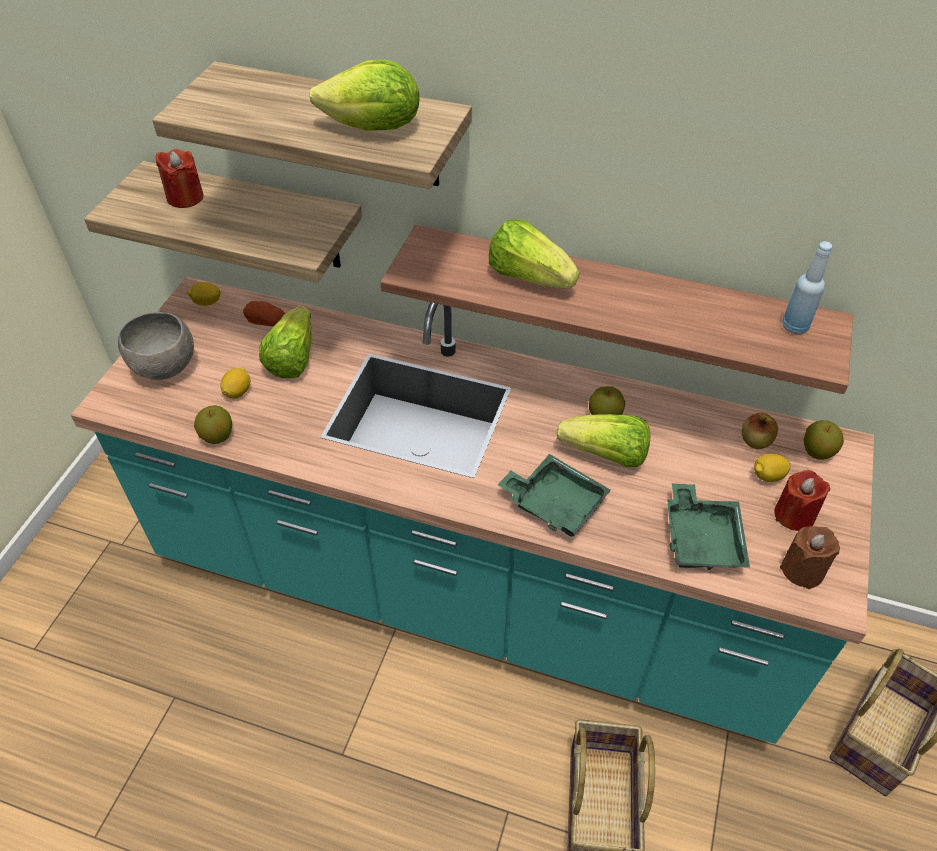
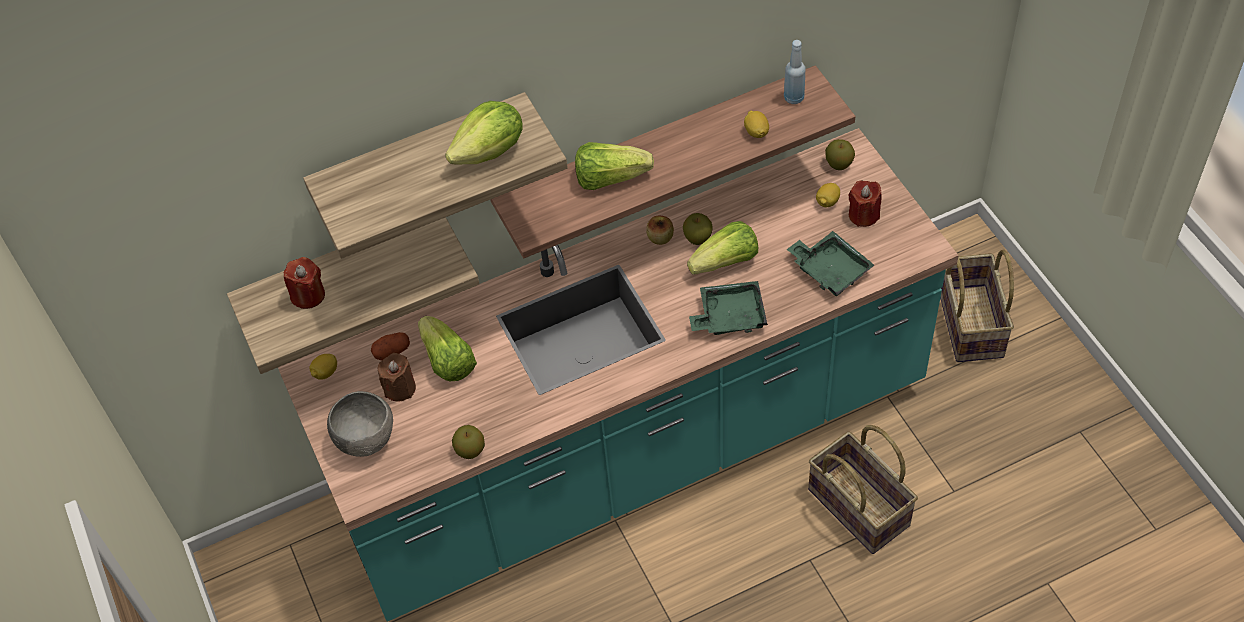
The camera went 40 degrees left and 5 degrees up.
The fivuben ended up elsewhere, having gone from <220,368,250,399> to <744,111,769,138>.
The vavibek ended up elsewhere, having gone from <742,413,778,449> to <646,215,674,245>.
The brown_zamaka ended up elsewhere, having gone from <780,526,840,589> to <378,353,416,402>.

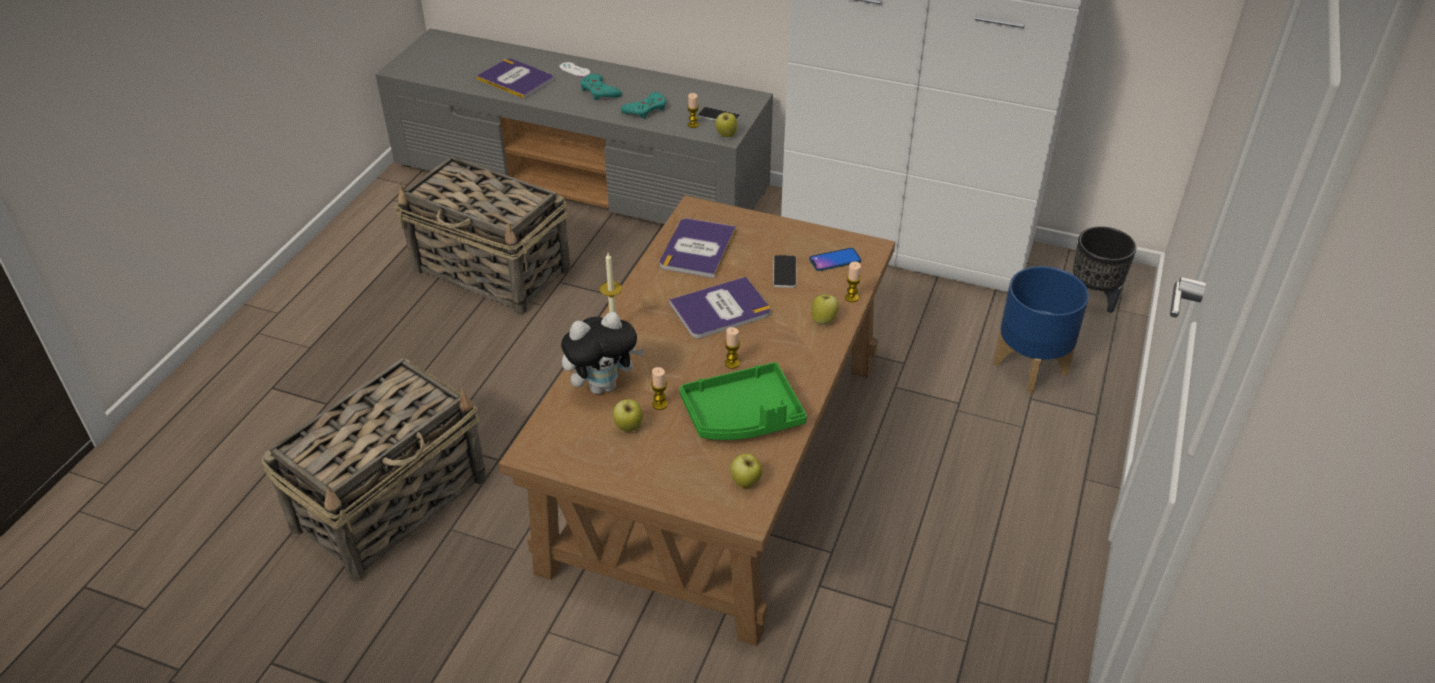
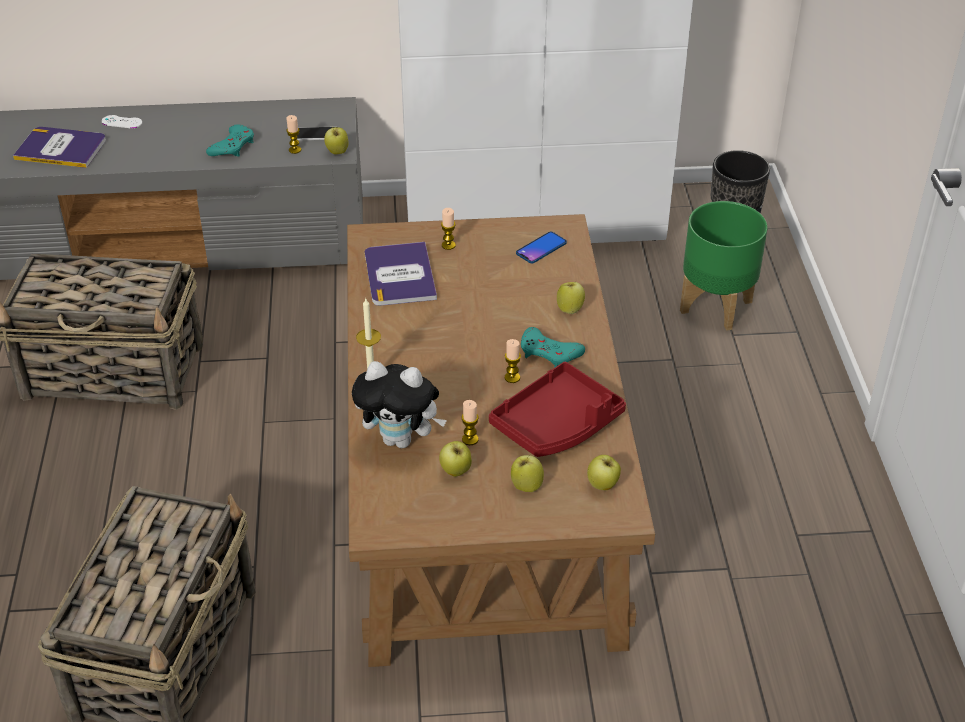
The camera went 25 degrees left and 0 degrees up.
The second view lost the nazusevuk at <669,277,771,338>.
The second view lost the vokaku at <773,255,797,288>.
The second view gained the vavibek at <511,454,544,492>.
The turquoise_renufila ended up elsewhere, having gone from <580,74,622,100> to <521,327,585,368>.
The zamaka ended up elsewhere, having gone from <845,262,861,302> to <441,208,456,250>.
What was the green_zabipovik at <680,362,807,440> turned into the red_zabipovik at <489,362,626,457>.
What was the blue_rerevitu at <993,266,1089,394> turned into the green_rerevitu at <680,201,767,331>.
The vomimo at <561,312,645,394> ended up facing another way, 60 degrees clockwise from before.

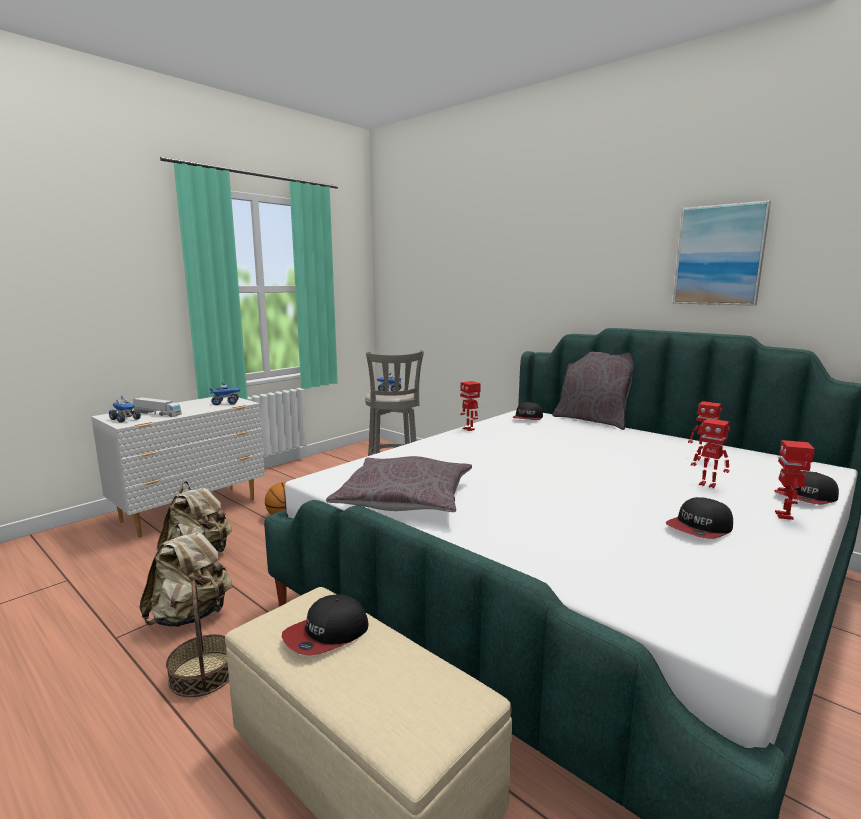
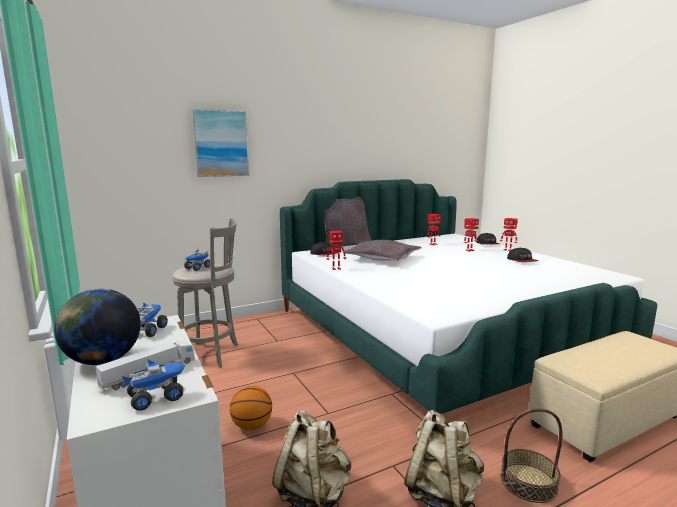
The camera went 70 degrees left and 0 degrees up.
The second view lost the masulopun at <282,595,368,656>.
The second view gained the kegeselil at <54,289,141,365>.
The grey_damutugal ended up elsewhere, having gone from <326,456,472,512> to <343,240,421,261>.
The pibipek ended up elsewhere, having gone from <673,200,771,306> to <192,108,249,177>.

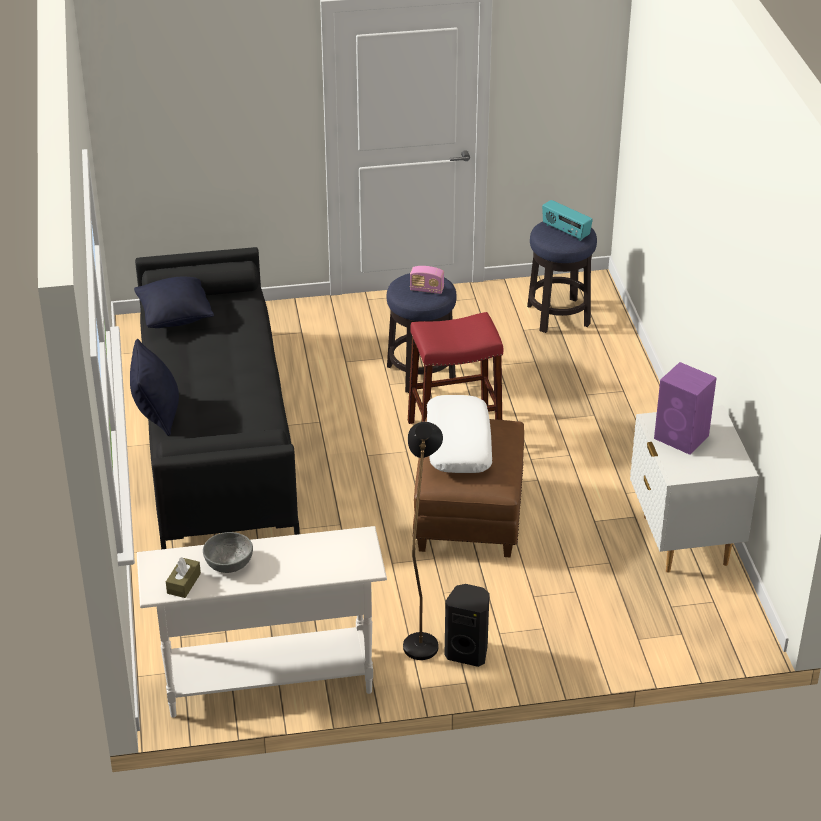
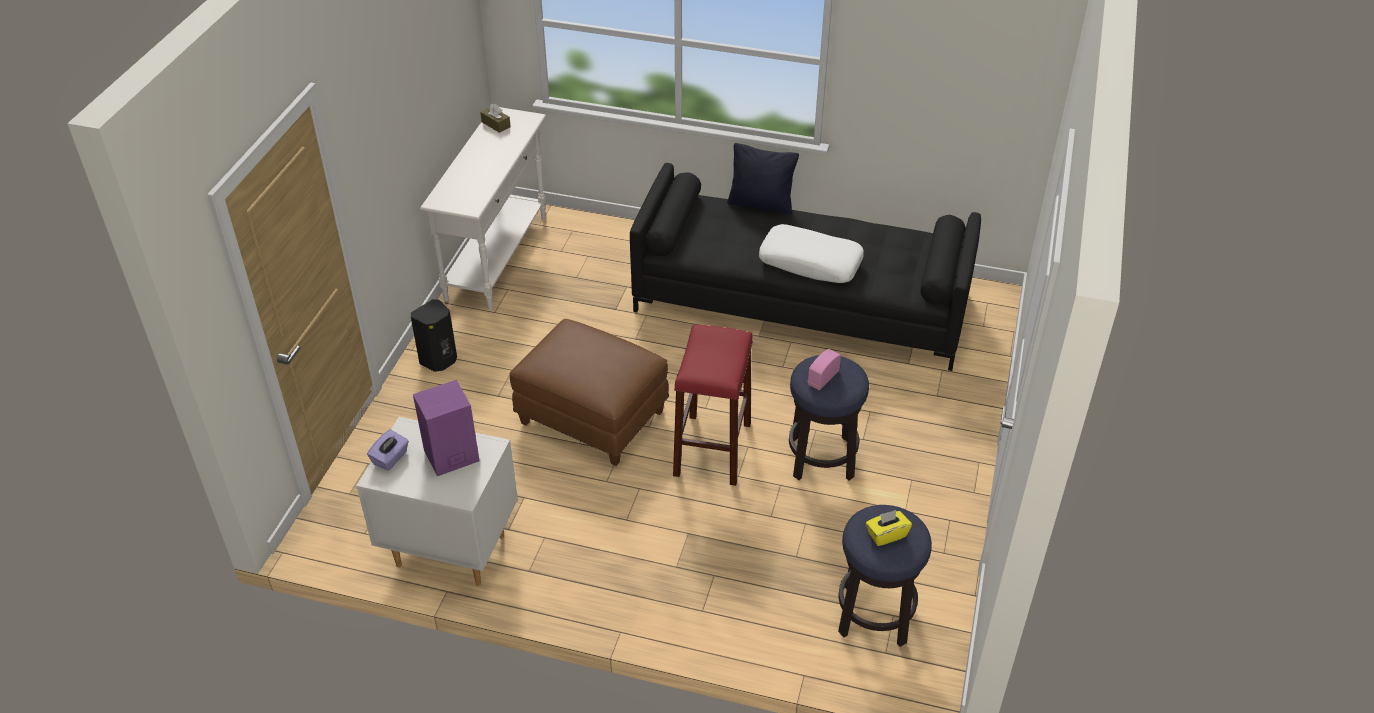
The camera went 115 degrees right and 5 degrees up.
The second view lost the black_damutugal at <134,277,214,328>.
The second view lost the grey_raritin at <203,532,253,573>.
The second view lost the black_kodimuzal at <403,422,443,660>.
The second view gained the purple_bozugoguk at <367,429,409,471>.
The white_damutugal ended up elsewhere, having gone from <427,395,492,473> to <759,224,864,283>.
Where the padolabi stood at <542,200,593,241>, the yellow_bozugoguk came to stand at <866,510,912,546>.

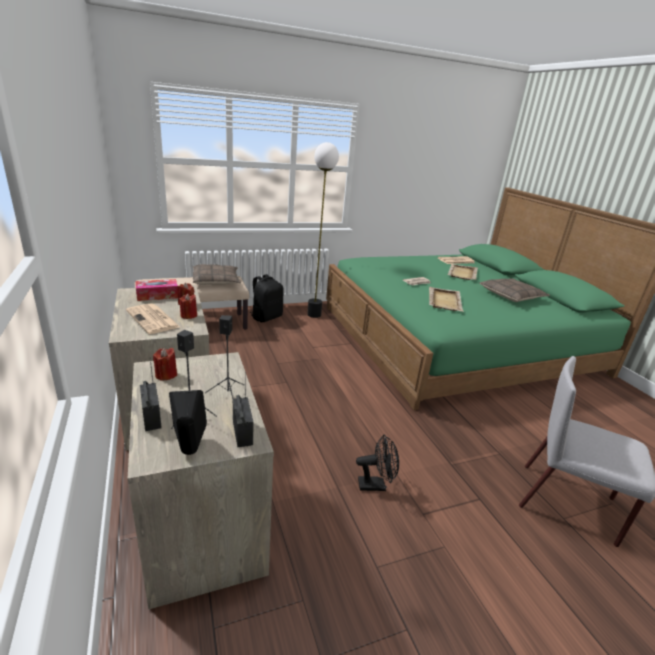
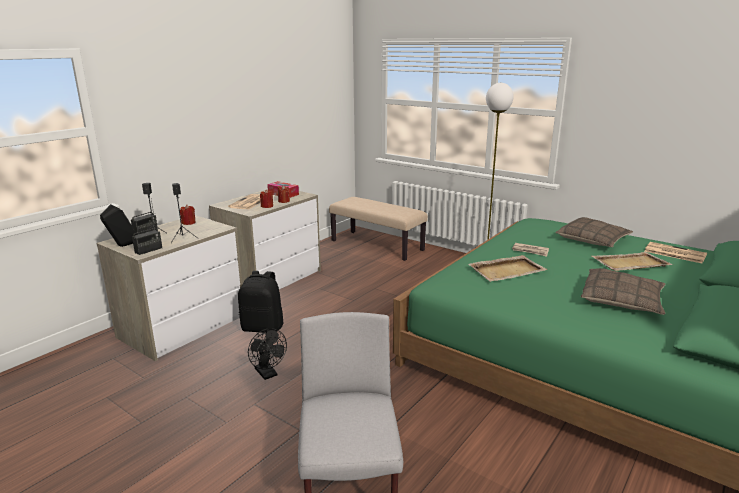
The camera went 60 degrees right and 5 degrees down.
The damutugal ended up elsewhere, having gone from <193,264,241,285> to <555,217,633,247>.
The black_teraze ended up elsewhere, having gone from <250,274,284,322> to <238,271,283,333>.

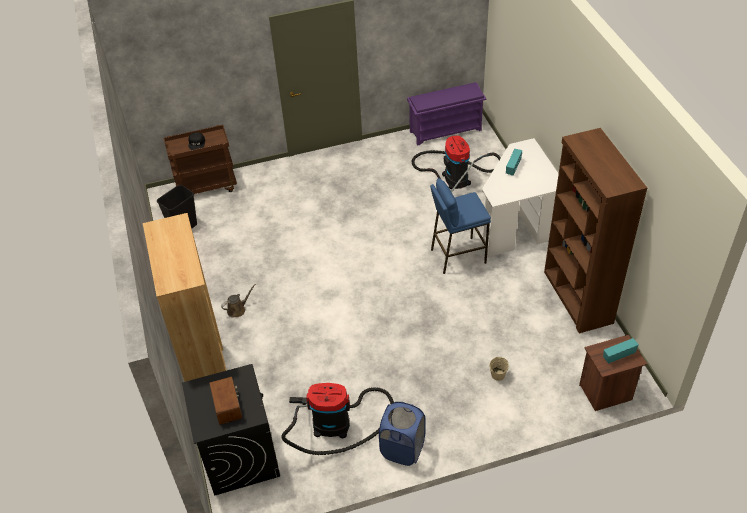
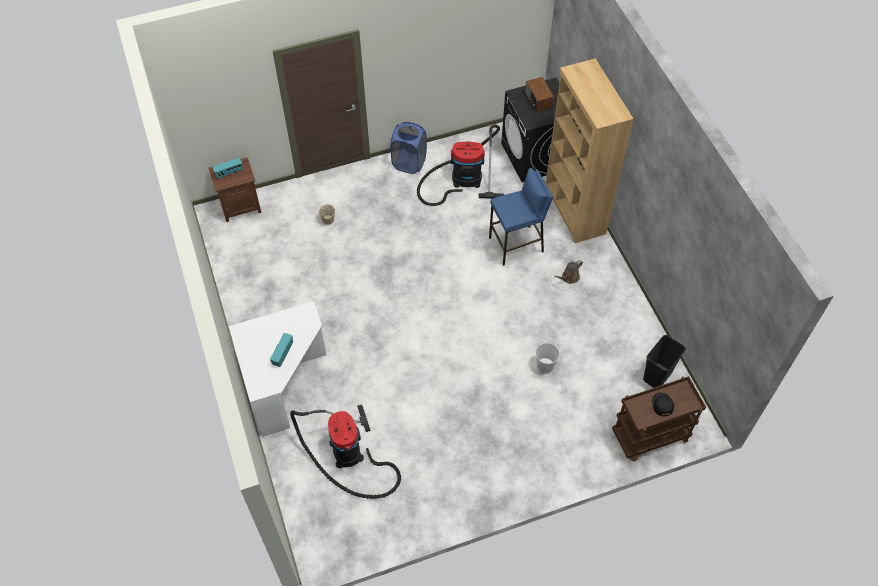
The camera went 175 degrees right and 10 degrees up.
The second view lost the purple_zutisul at <407,82,486,146>.
The second view lost the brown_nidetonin at <544,128,647,333>.
The second view gained the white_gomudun at <535,342,560,373>.
The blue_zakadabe ended up elsewhere, having gone from <430,178,491,274> to <489,168,553,266>.

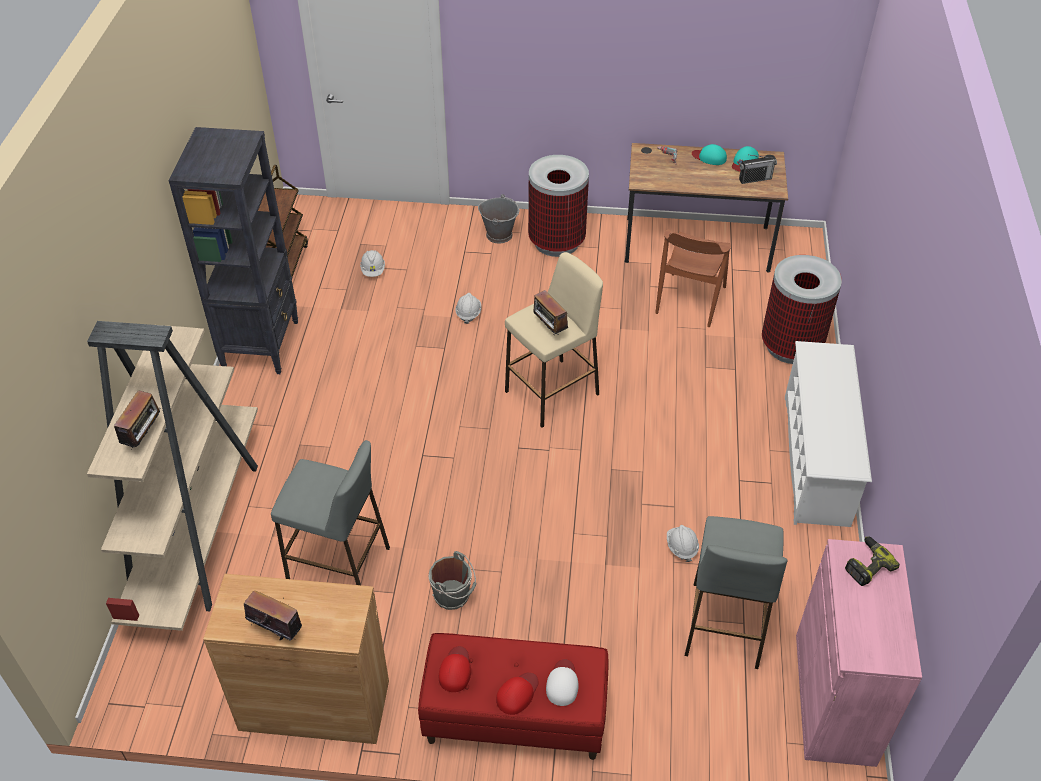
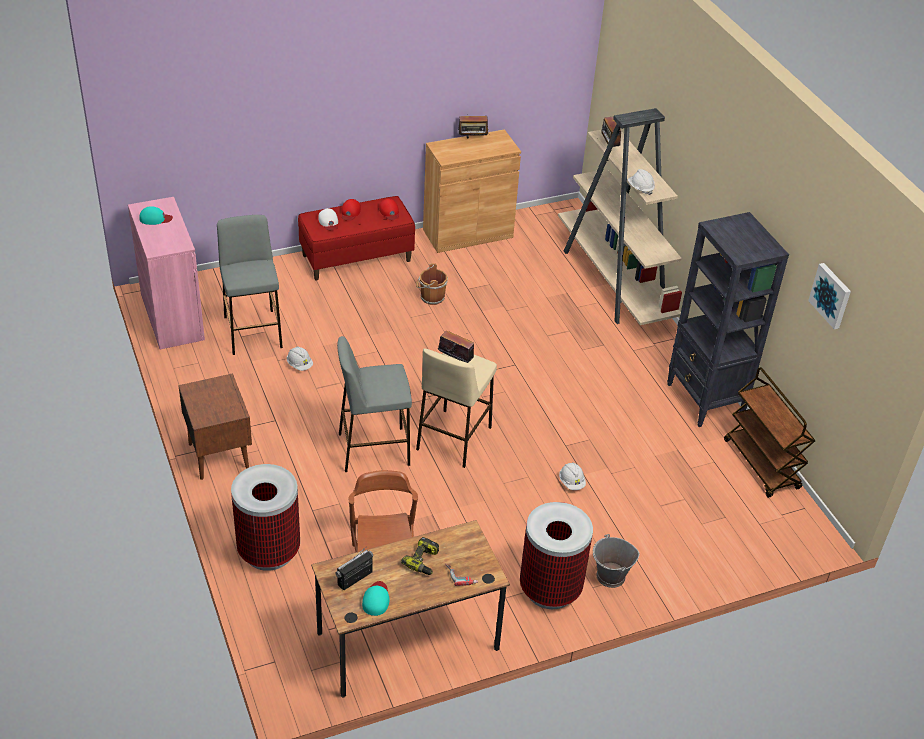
The camera went 150 degrees right and 5 degrees down.
The second view gained the pibipek at <808,263,851,329>.
The grey_zakadabe ended up elsewhere, having gone from <271,440,390,585> to <337,336,412,472>.
The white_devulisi ended up elsewhere, having gone from <360,250,385,277> to <628,169,655,195>.
The turquoise_masulopun ended up elsewhere, having gone from <692,144,727,165> to <139,206,173,225>.
The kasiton ended up elsewhere, having gone from <845,536,900,586> to <401,537,439,575>.
Where the white_zutisul stood at <785,341,872,527>, the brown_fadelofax came to stand at <178,373,252,480>.
What was the grey_gomudun at <429,551,476,610> turned into the brown_gomudun at <416,263,448,305>.

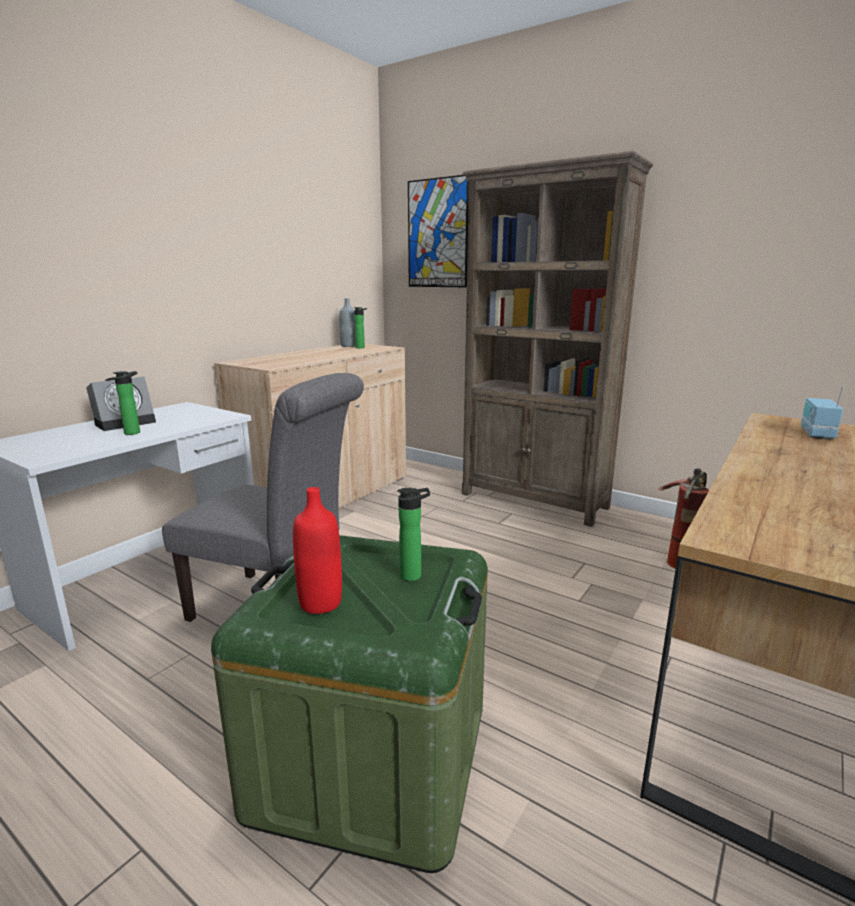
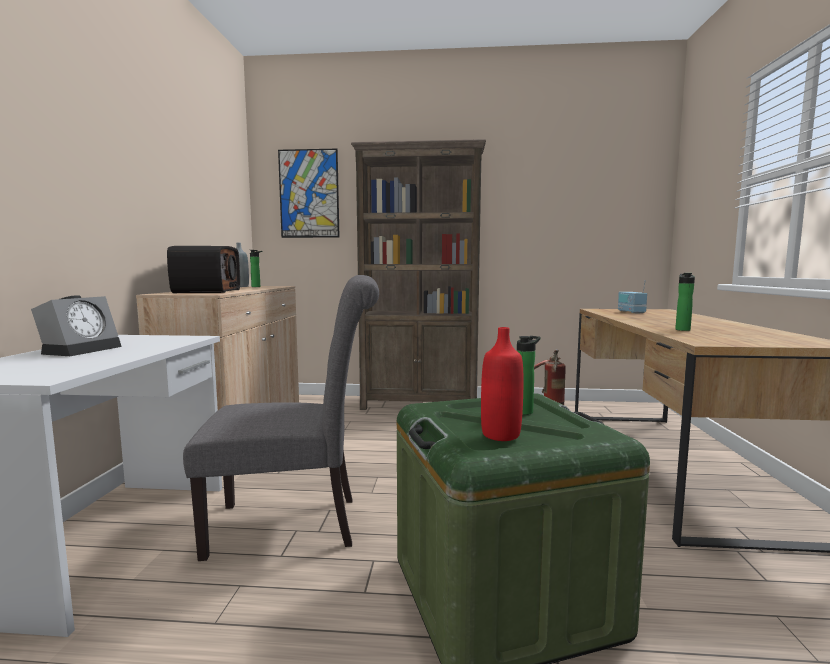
The camera went 30 degrees left and 10 degrees down.
The second view gained the padolabi at <167,246,240,293>.
The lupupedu ended up elsewhere, having gone from <113,371,140,435> to <675,273,695,331>.

